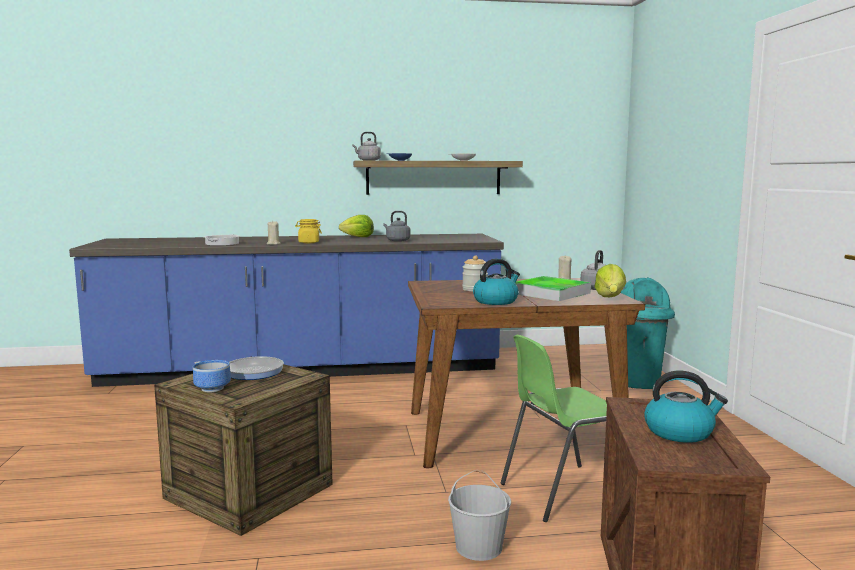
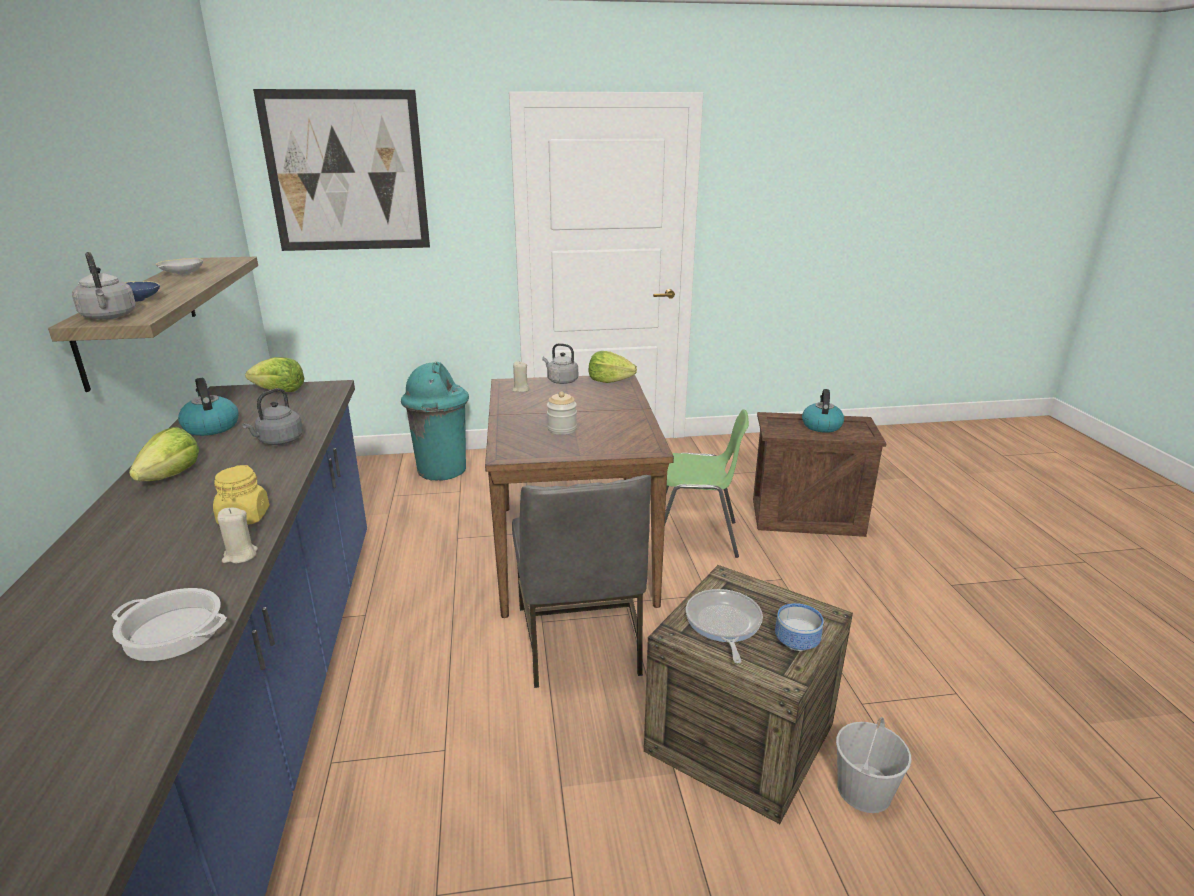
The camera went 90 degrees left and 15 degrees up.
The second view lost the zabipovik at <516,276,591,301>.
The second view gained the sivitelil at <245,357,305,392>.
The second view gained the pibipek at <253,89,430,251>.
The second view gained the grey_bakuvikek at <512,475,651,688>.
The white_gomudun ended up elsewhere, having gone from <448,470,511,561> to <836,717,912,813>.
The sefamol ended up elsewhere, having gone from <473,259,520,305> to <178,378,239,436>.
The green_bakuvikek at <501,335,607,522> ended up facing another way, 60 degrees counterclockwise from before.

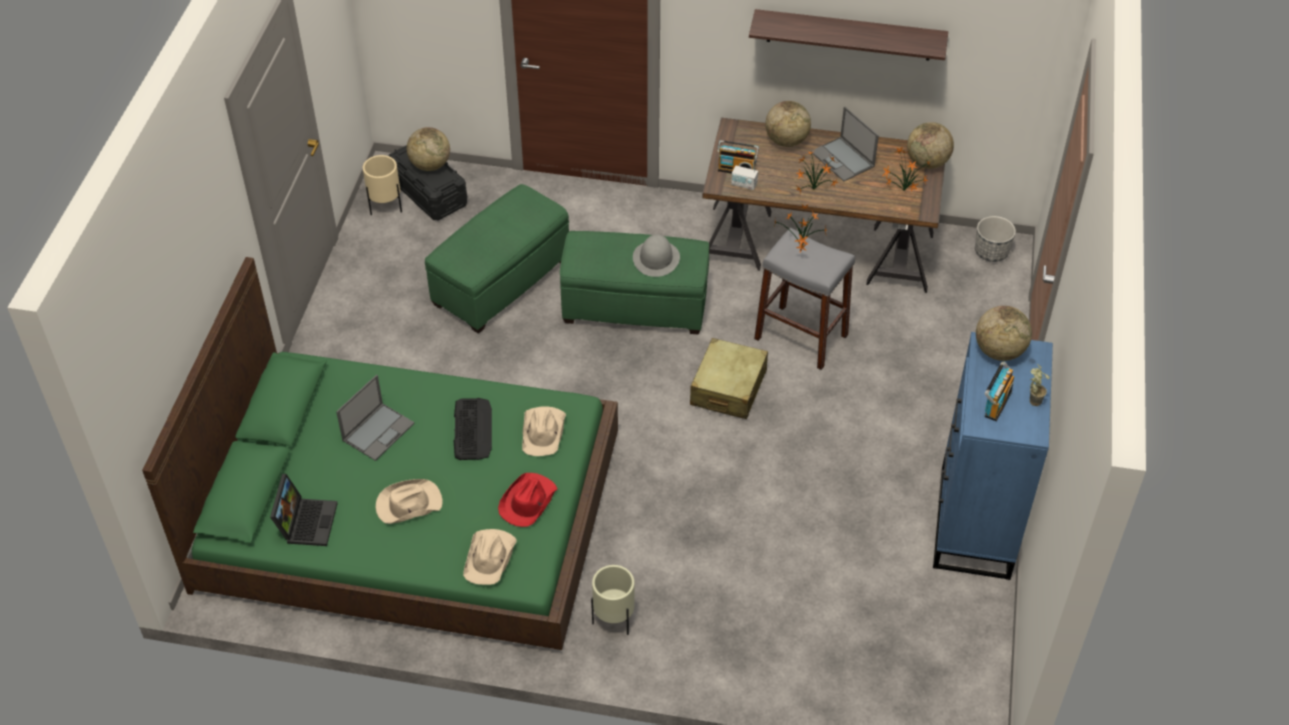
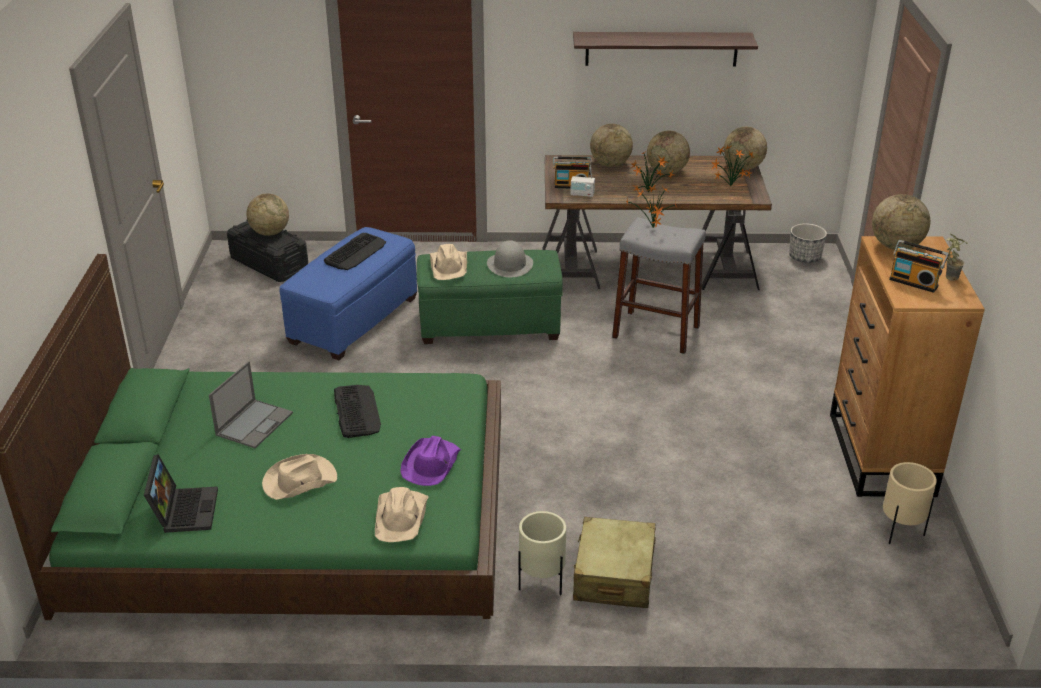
The camera went 10 degrees left and 15 degrees down.
The second view gained the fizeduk at <324,233,386,270>.
The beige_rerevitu ended up elsewhere, having gone from <363,155,402,215> to <883,462,937,544>.
The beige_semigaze ended up elsewhere, having gone from <522,406,566,456> to <430,244,467,280>.
The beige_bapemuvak ended up elsewhere, having gone from <690,338,768,419> to <573,517,656,608>.
Where the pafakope stood at <811,107,879,181>, the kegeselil came to stand at <647,131,690,174>.
What was the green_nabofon at <425,184,569,334> turned into the blue_nabofon at <280,227,417,360>.
What was the red_semigaze at <498,473,558,527> turned into the purple_semigaze at <400,436,461,486>.
What was the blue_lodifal at <933,332,1053,580> turned into the brown_lodifal at <830,236,985,497>.
The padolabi at <985,362,1014,421> ended up facing another way, 105 degrees clockwise from before.

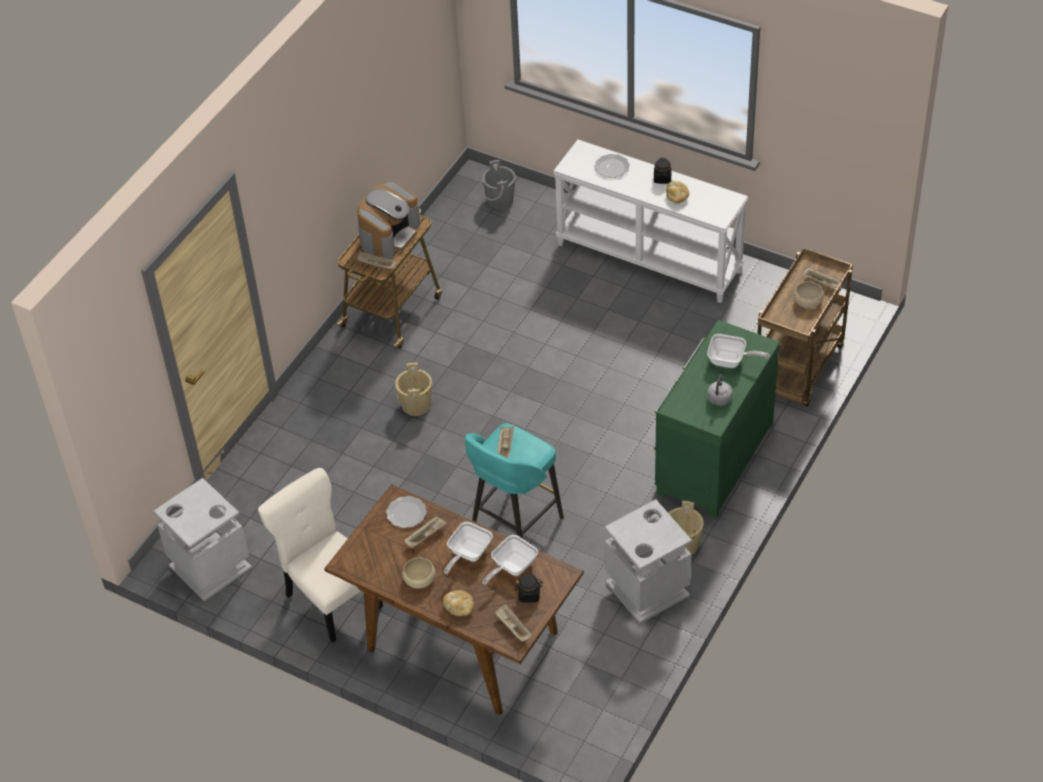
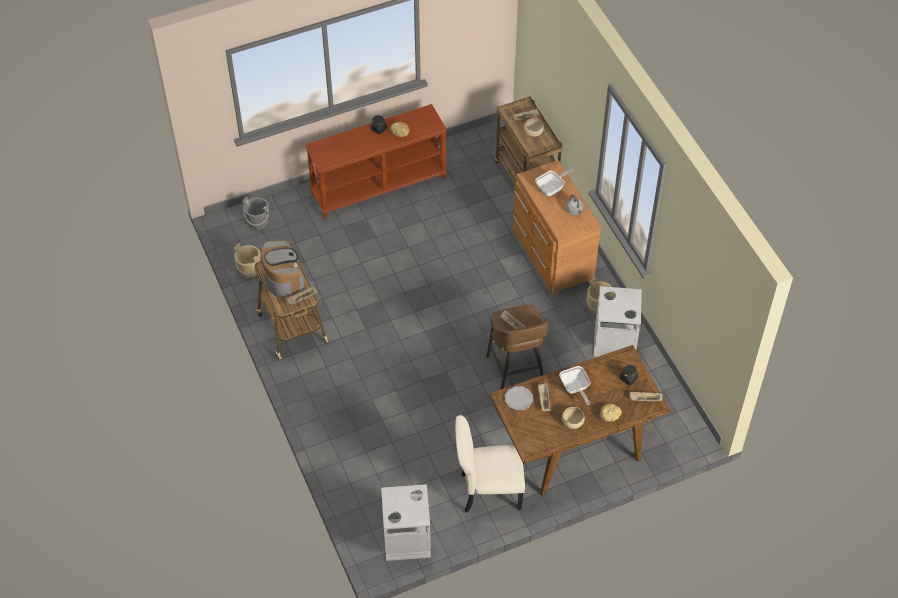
The camera went 55 degrees left and 5 degrees up.
The second view lost the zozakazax at <482,535,538,585>.
The second view lost the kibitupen at <595,154,630,178>.
The beige_gomudun ended up elsewhere, having gone from <395,363,432,416> to <234,244,261,278>.
What was the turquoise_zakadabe at <465,423,564,539> turned into the brown_zakadabe at <486,304,548,390>.
What was the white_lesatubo at <553,140,748,303> turned into the brown_lesatubo at <305,104,447,219>.
What was the green_lodifal at <654,320,780,518> turned into the brown_lodifal at <513,160,601,295>.

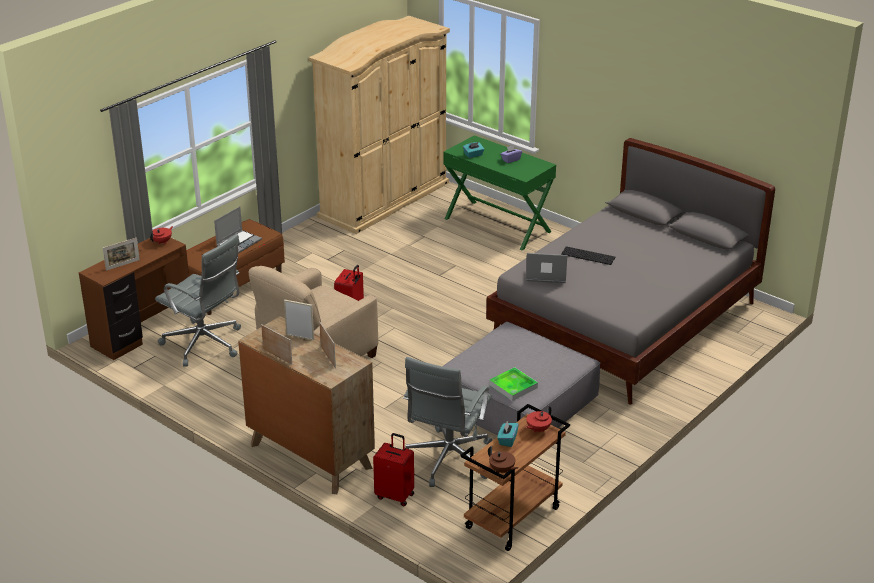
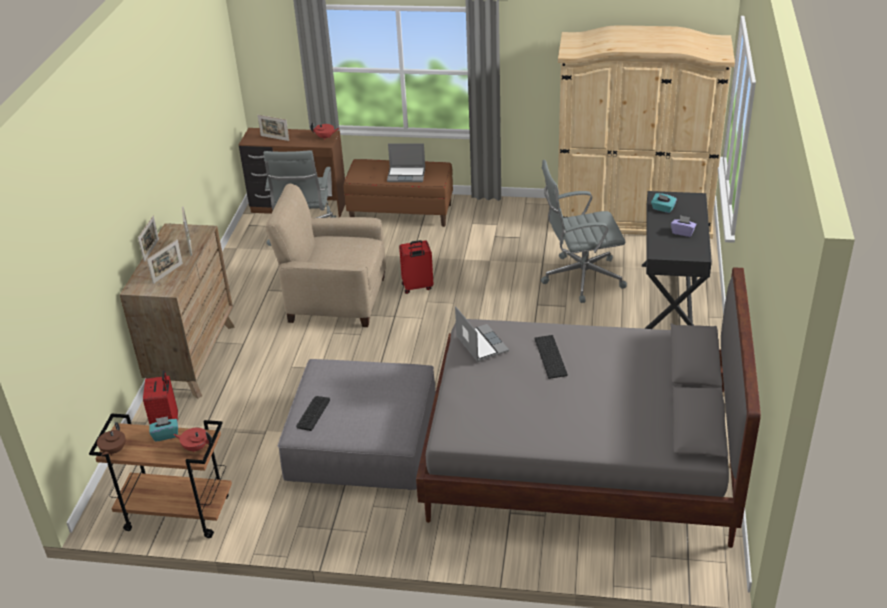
The camera went 60 degrees right and 5 degrees up.
The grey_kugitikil ended up elsewhere, having gone from <402,357,492,487> to <541,160,627,303>.
Where the zabipovik stood at <489,367,538,401>, the fizeduk came to stand at <296,396,330,431>.
What was the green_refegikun at <443,135,556,250> turned into the black_refegikun at <642,191,712,329>.

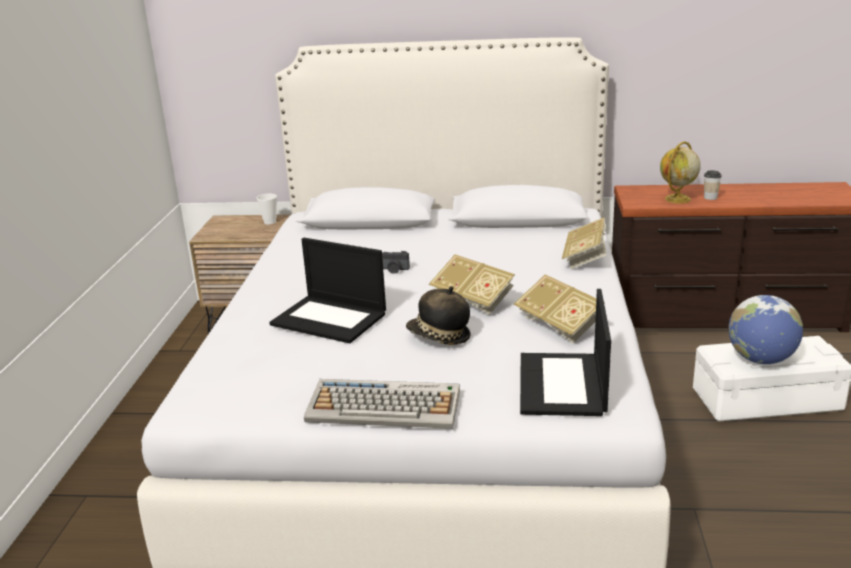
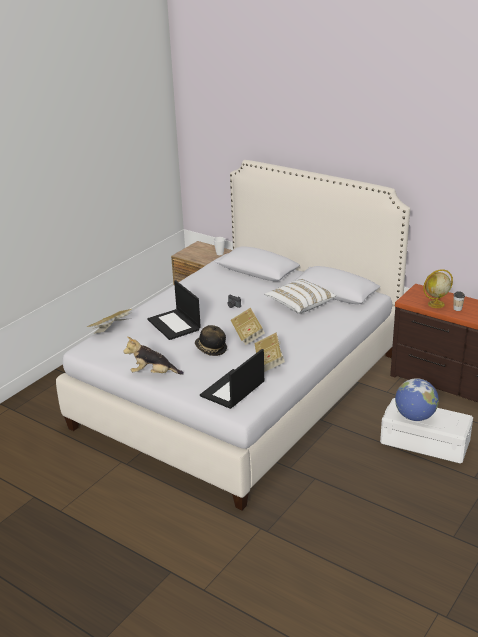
The camera went 30 degrees right and 5 degrees up.
The second view gained the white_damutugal at <264,279,336,314>.
The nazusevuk ended up elsewhere, having gone from <562,217,606,270> to <87,309,131,334>.
Where the fizeduk stood at <304,379,460,429>, the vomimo came to stand at <123,337,184,374>.

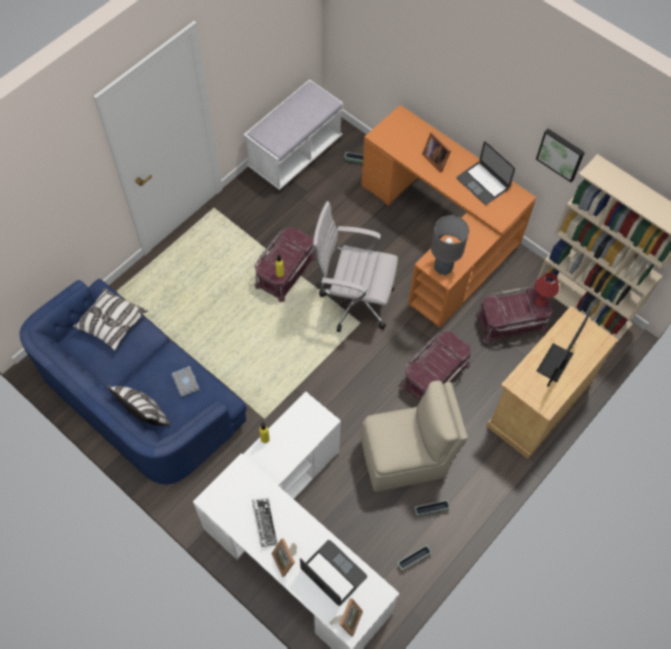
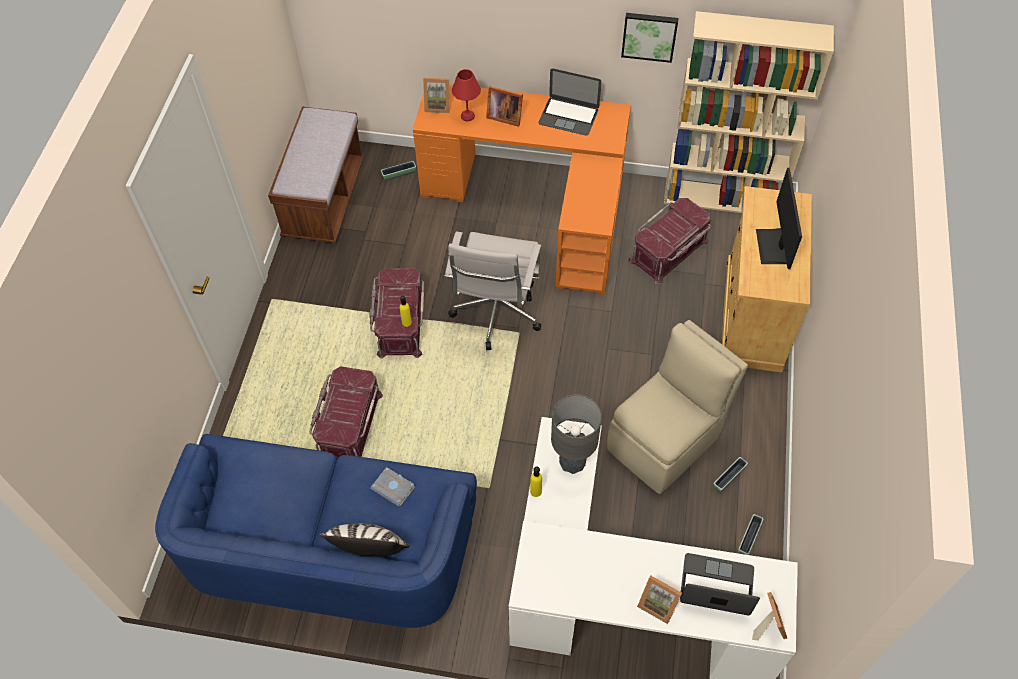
The camera went 30 degrees left and 5 degrees down.
The second view lost the damutugal at <73,288,148,351>.
The second view lost the fizeduk at <252,498,278,547>.
The second view gained the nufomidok at <423,78,450,113>.
The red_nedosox ended up elsewhere, having gone from <400,331,471,400> to <309,366,383,459>.
The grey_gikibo ended up elsewhere, having gone from <431,215,469,275> to <551,394,602,474>.
The red_gikibo ended up elsewhere, having gone from <535,272,559,307> to <452,69,481,121>.
What was the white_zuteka at <243,79,343,190> turned into the brown_zuteka at <268,107,364,243>.
The white_kugitikil at <312,201,398,332> ended up facing another way, 60 degrees counterclockwise from before.

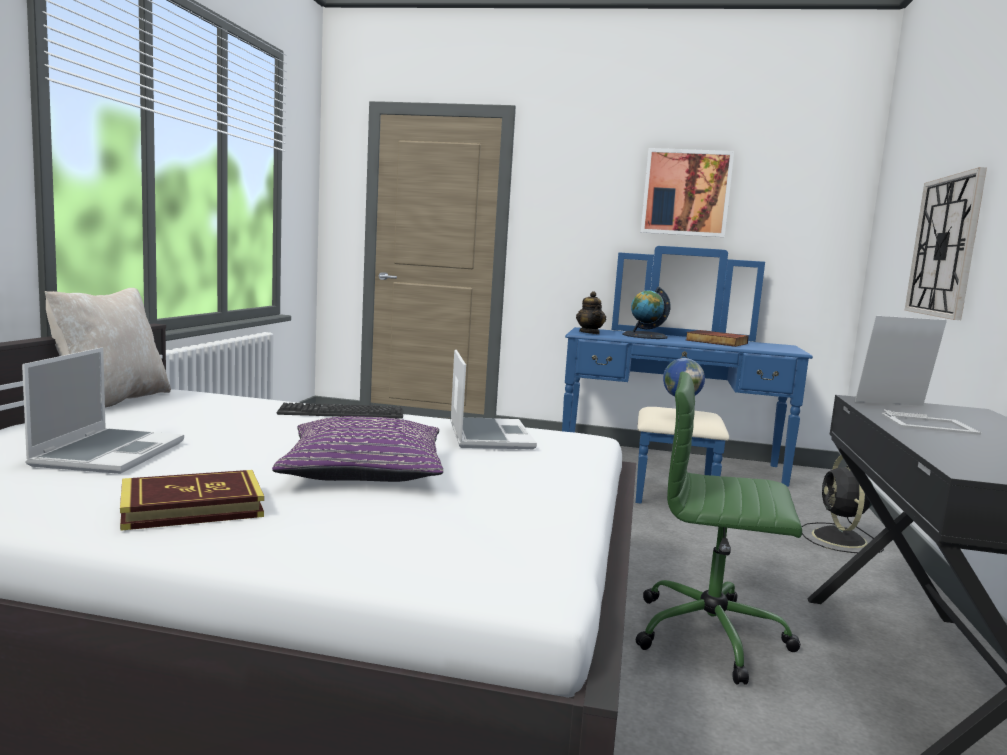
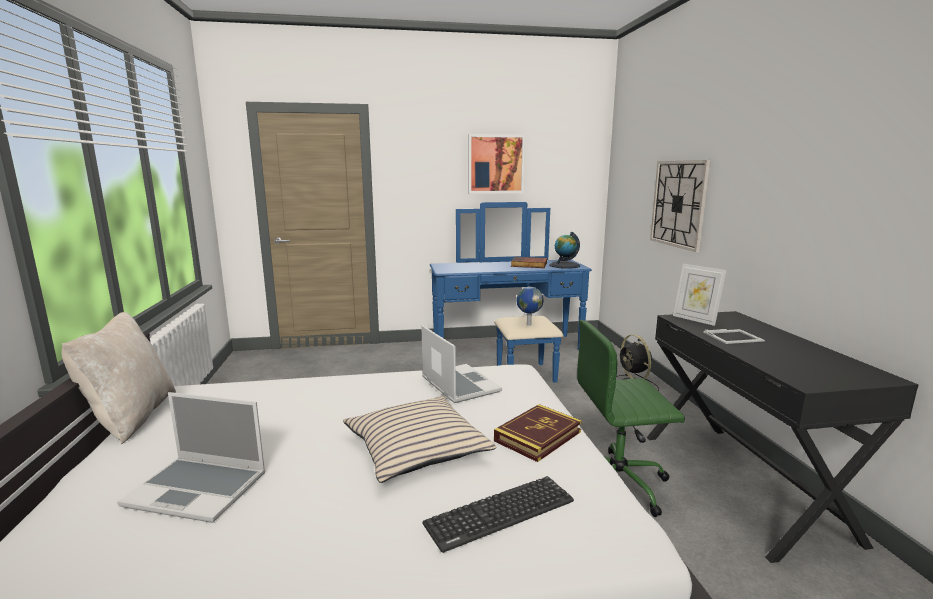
The camera went 20 degrees left and 5 degrees up.
The second view lost the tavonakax at <576,291,606,334>.
The nazusevuk ended up elsewhere, having gone from <120,470,264,531> to <494,404,582,462>.
The fizeduk ended up elsewhere, having gone from <276,403,403,419> to <422,476,574,553>.
The kegeselil ended up elsewhere, having gone from <622,287,671,339> to <549,232,580,269>.
What was the purple_damutugal at <272,416,443,482> turned into the beige_damutugal at <343,396,496,483>.
The pafakope at <22,347,184,474> ended up facing another way, 120 degrees clockwise from before.
The nufomidok at <855,316,947,406> ended up facing another way, 105 degrees counterclockwise from before.

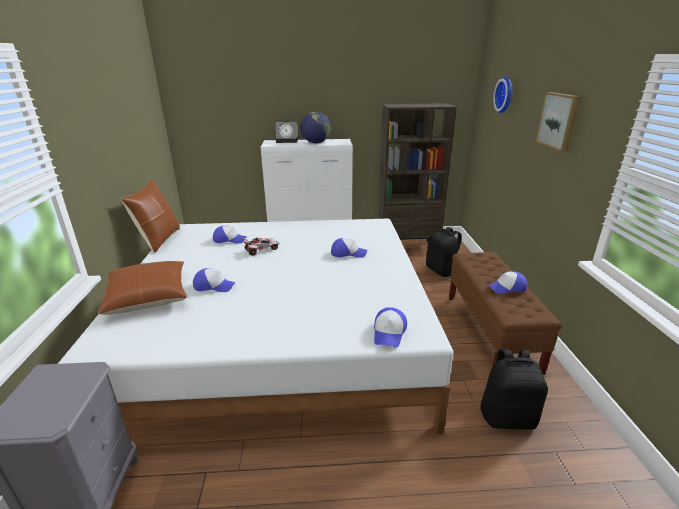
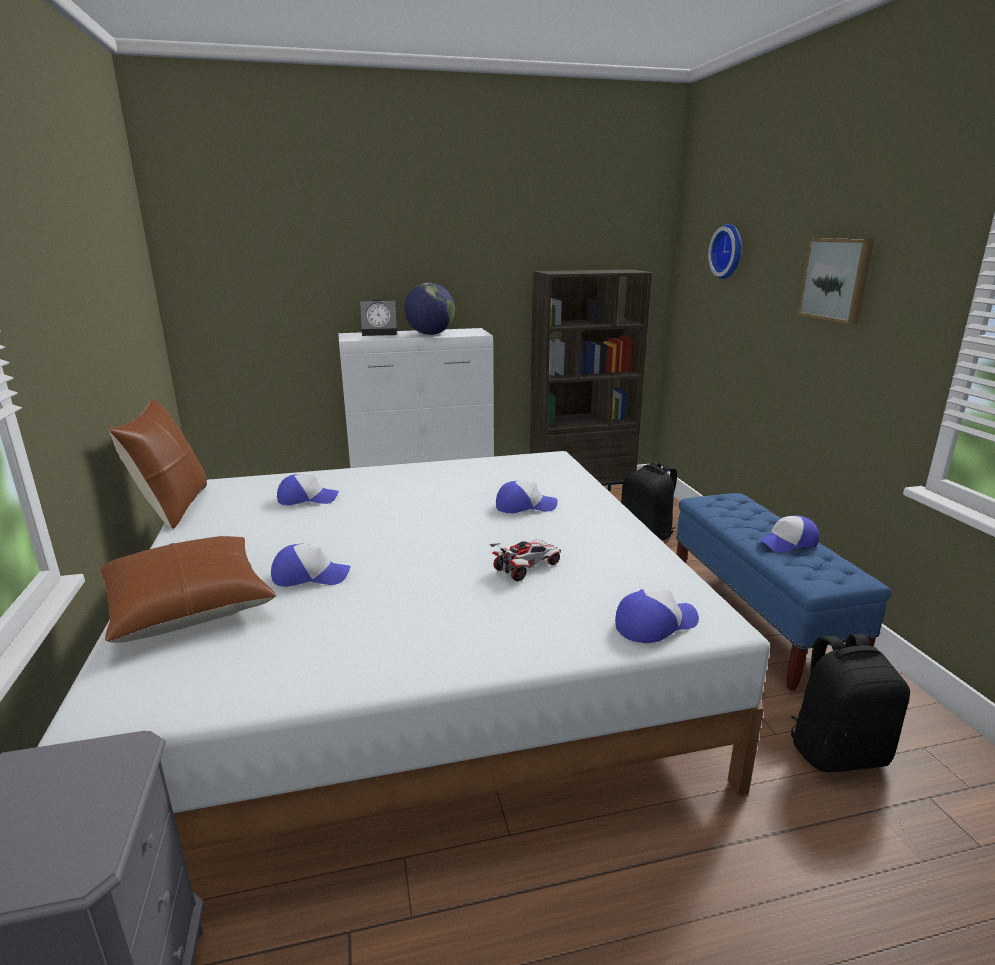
The camera went 10 degrees left and 5 degrees down.
The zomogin ended up elsewhere, having gone from <241,237,279,256> to <490,540,561,581>.
What was the brown_zuteka at <449,252,562,375> turned into the blue_zuteka at <676,493,892,691>.
The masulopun at <374,307,407,348> ended up facing another way, 120 degrees counterclockwise from before.

